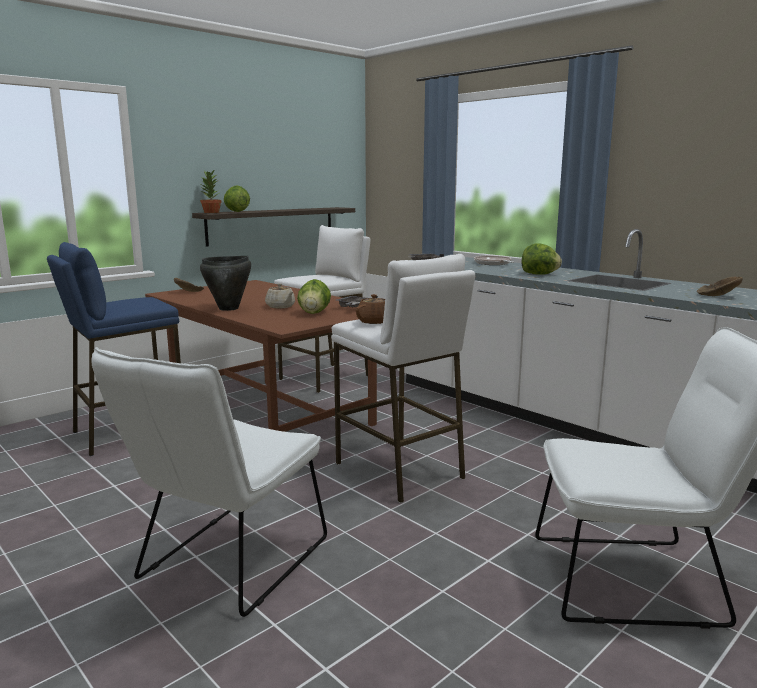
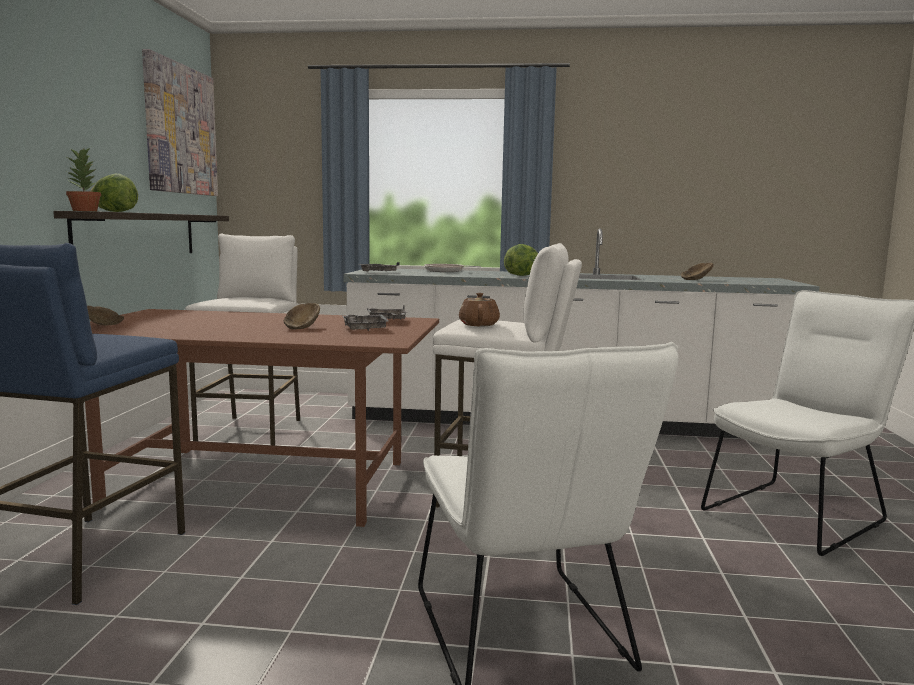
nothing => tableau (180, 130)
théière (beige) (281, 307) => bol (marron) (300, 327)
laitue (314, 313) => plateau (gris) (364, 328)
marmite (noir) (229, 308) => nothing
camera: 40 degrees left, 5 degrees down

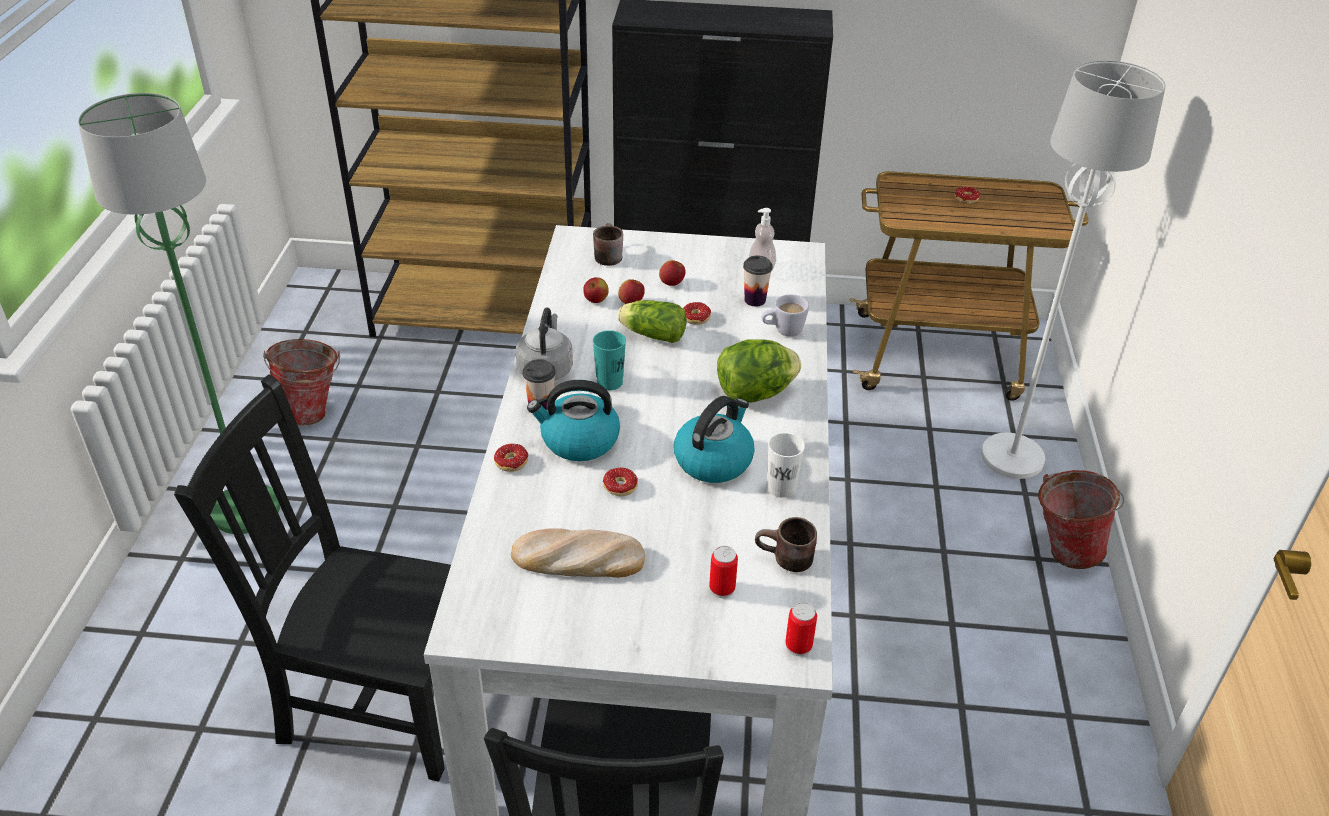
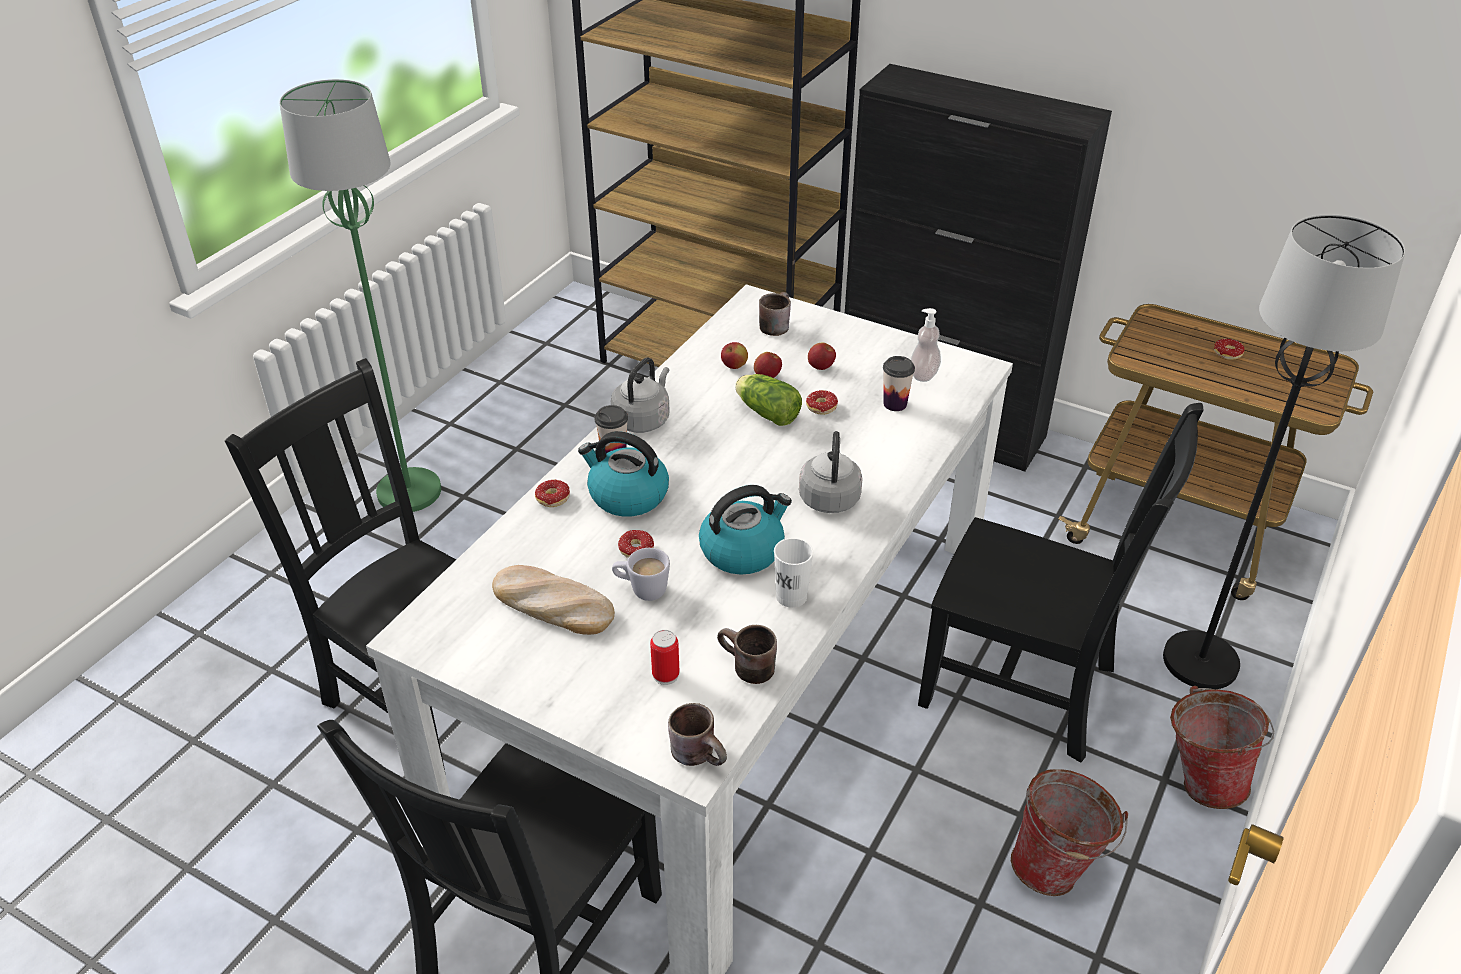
mug (blanc) (782, 331) => mug (blanc) (642, 590), shifted
boîte métallique (798, 646) => mug (marron) (701, 753)
laitue (754, 393) => bouilloire (gris) (829, 497)
nothing => chaise (noir) (1024, 688)
seau (313, 412) => seau (1058, 868), shifted
lampadaire (blanc) (1011, 458) => lampadaire (noir) (1199, 662)
tasse (turquoise) (609, 382) => nothing
camera: 25 degrees right, 0 degrees up

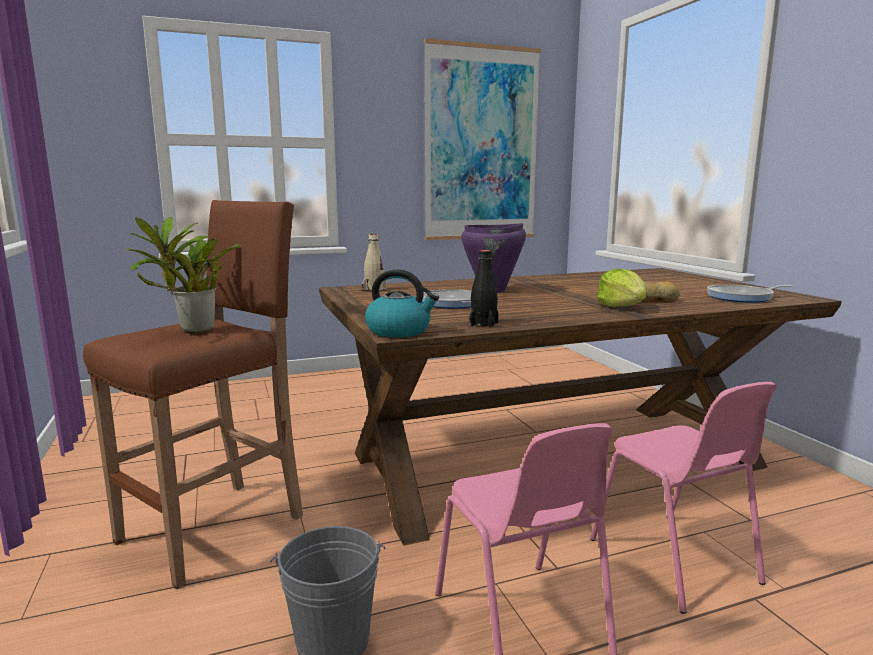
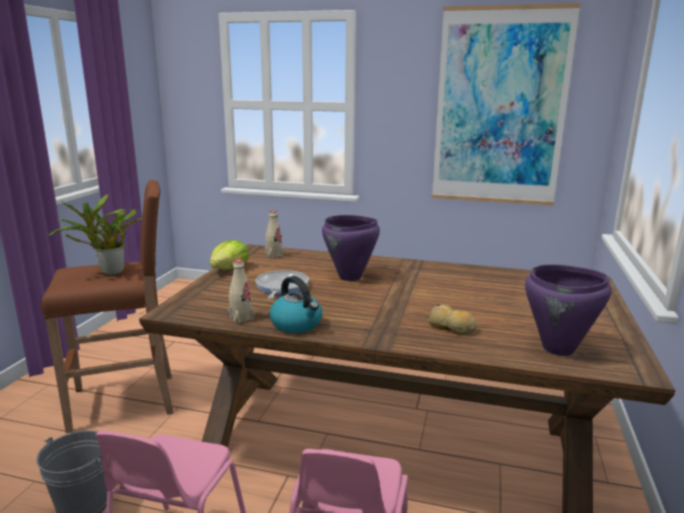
laitue (622, 307) => laitue (229, 269), shifted
bouteille (noir) (483, 324) => bouteille (beige) (241, 318)
bouilloire (399, 331) => bouilloire (297, 324), shifted
poêle (742, 297) => marmite (violet) (558, 349)
camera: 35 degrees right, 5 degrees up

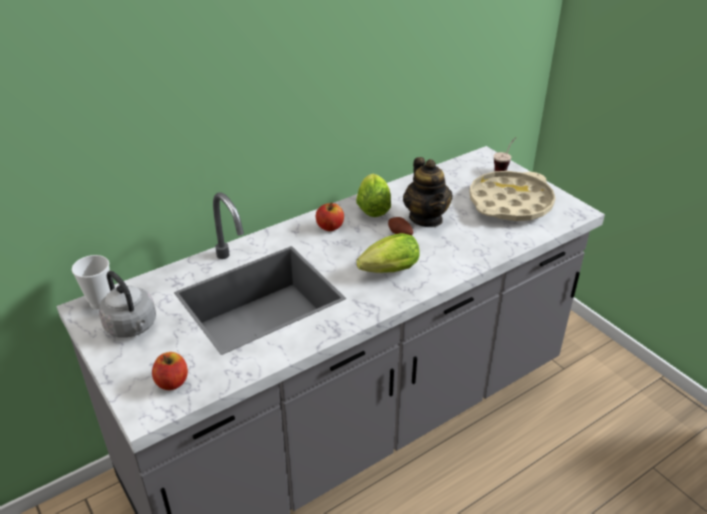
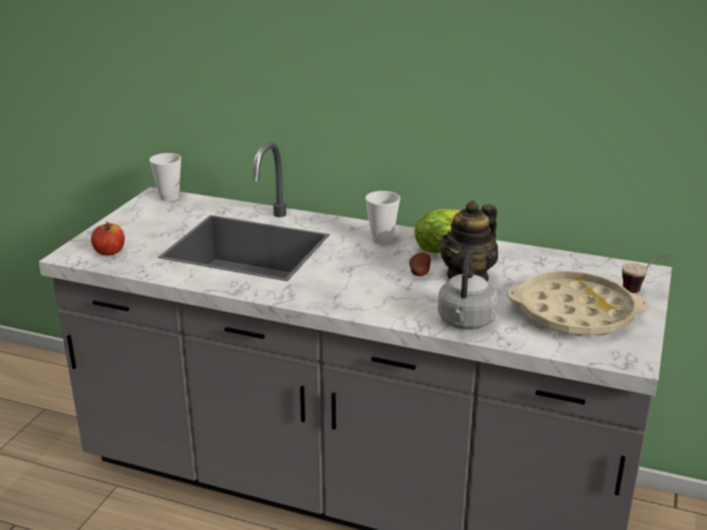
pomme (330, 227) => tasse (382, 239)
bouilloire (gris) (132, 327) => bouilloire (gris) (465, 322), shifted
laitue (386, 272) => nothing
camera: 55 degrees right, 10 degrees down

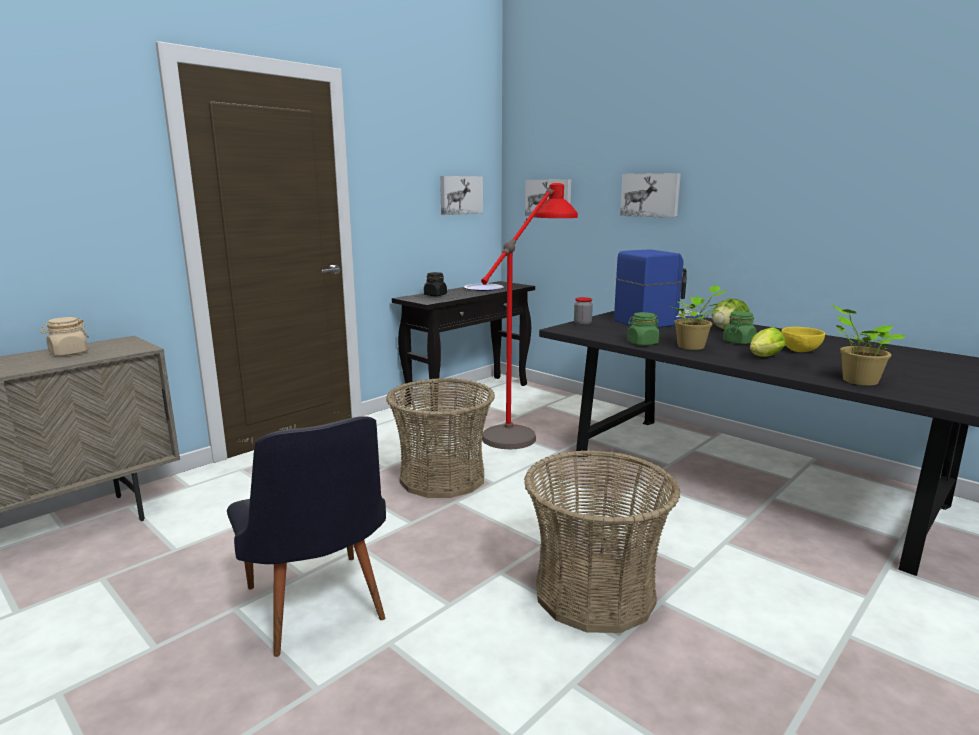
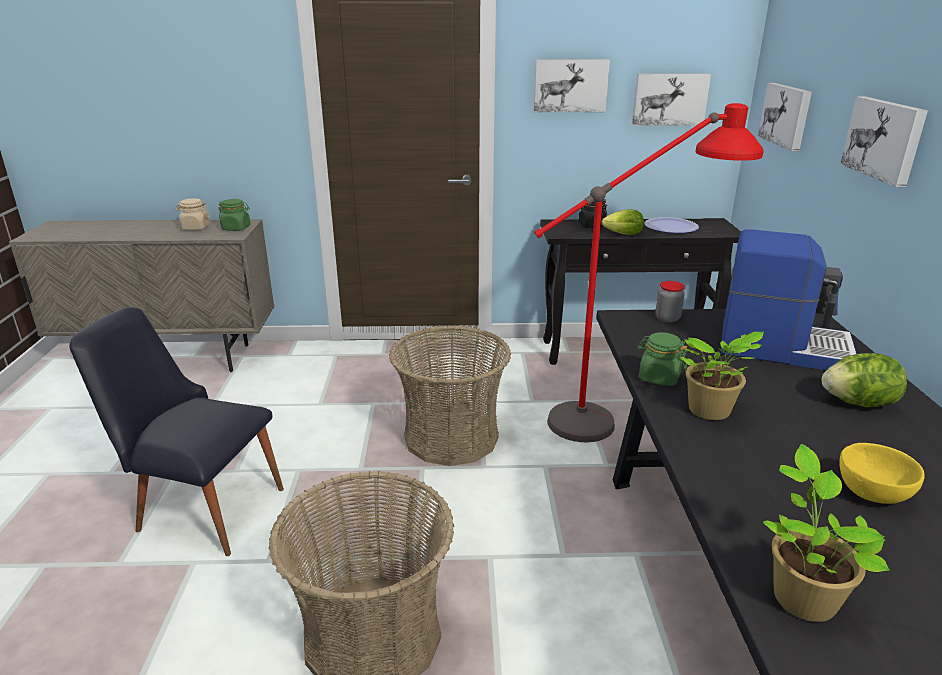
chaise (noir) (317, 612) => chaise (noir) (200, 506), 90 degrees clockwise
bocal (vert) (738, 342) => bocal (vert) (236, 228), shifted
nothing => tableau (570, 85)
laitue (763, 357) => laitue (621, 234), shifted
camera: 45 degrees right, 10 degrees up

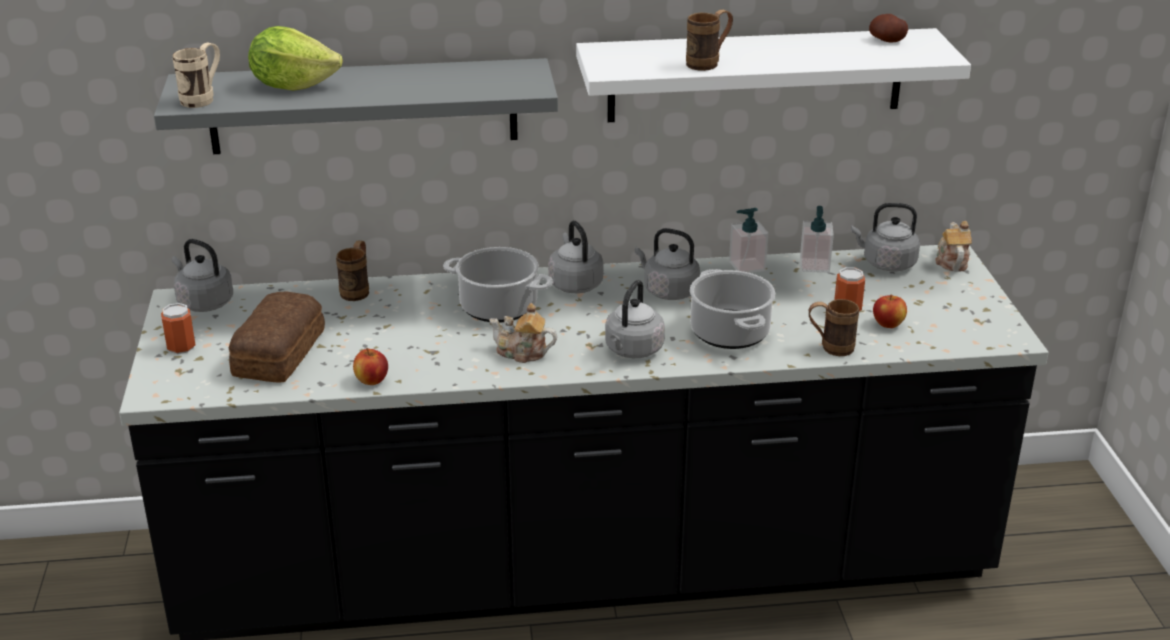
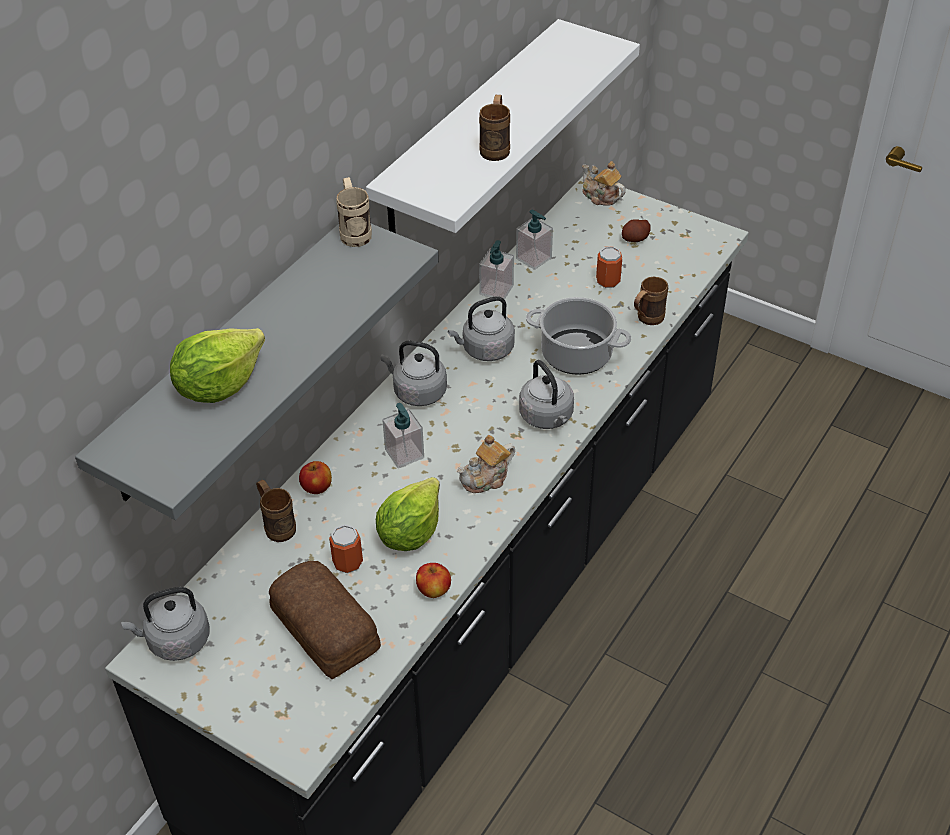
pomme (888, 324) => pomme (317, 488), shifted
boîte métallique (181, 347) => boîte métallique (348, 562), shifted
mug (beige) (203, 99) => mug (beige) (354, 231), shifted
nothing => laitue (410, 532)
marmite (499, 307) => distributeur de savon (404, 454)
pomme de terre (887, 40) => pomme de terre (635, 239), shifted
bouilloire (gris) (886, 263) => nothing
camera: 50 degrees left, 15 degrees up

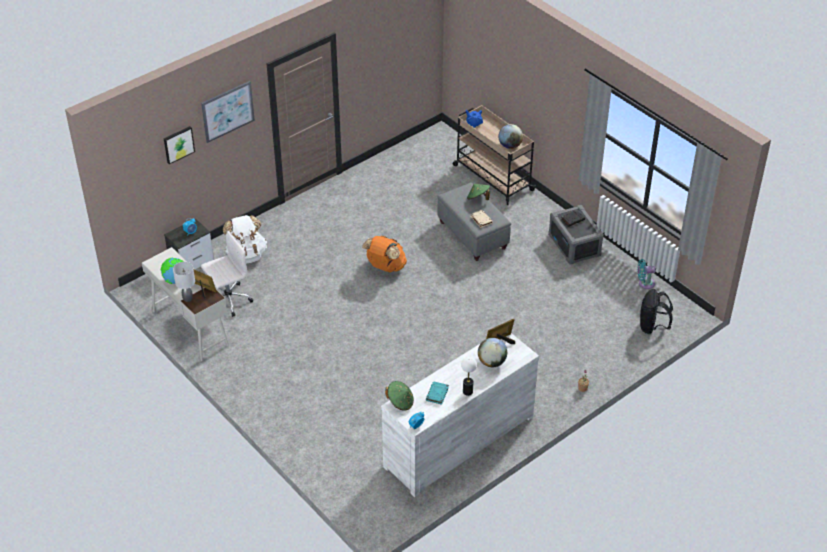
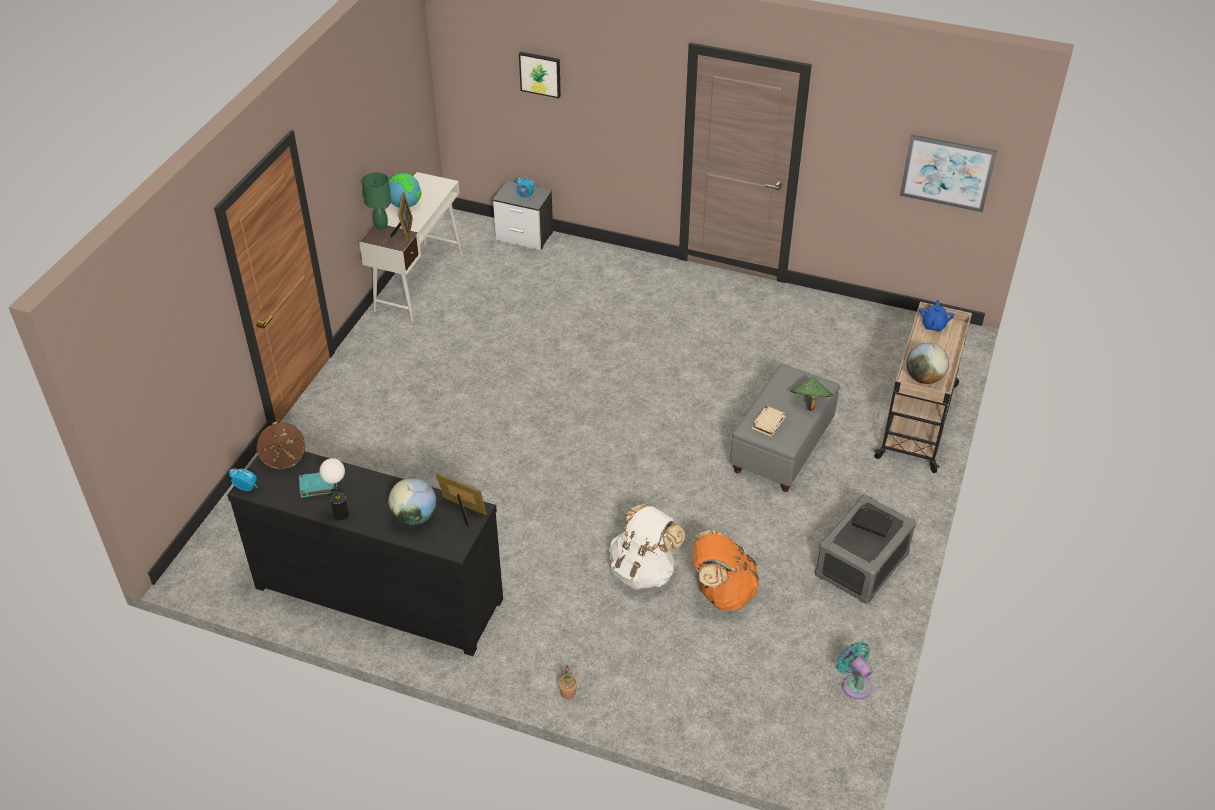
commode (blanc) (458, 441) => commode (noir) (379, 592)
chapeau (vert) (400, 402) => chapeau (marron) (283, 456)
lampe de table (gris) (188, 299) => lampe de table (vert) (381, 226)
sac à dos (blanc) (246, 255) => sac à dos (blanc) (643, 570), shifted
sac à dos (orange) (385, 267) => sac à dos (orange) (722, 592), shifted
tableau (227, 111) => tableau (947, 172), shifted
chaise de bureau (blanc) (228, 300) => nothing
sac à dos (noir) (652, 327) => nothing
camera: 60 degrees right, 0 degrees up

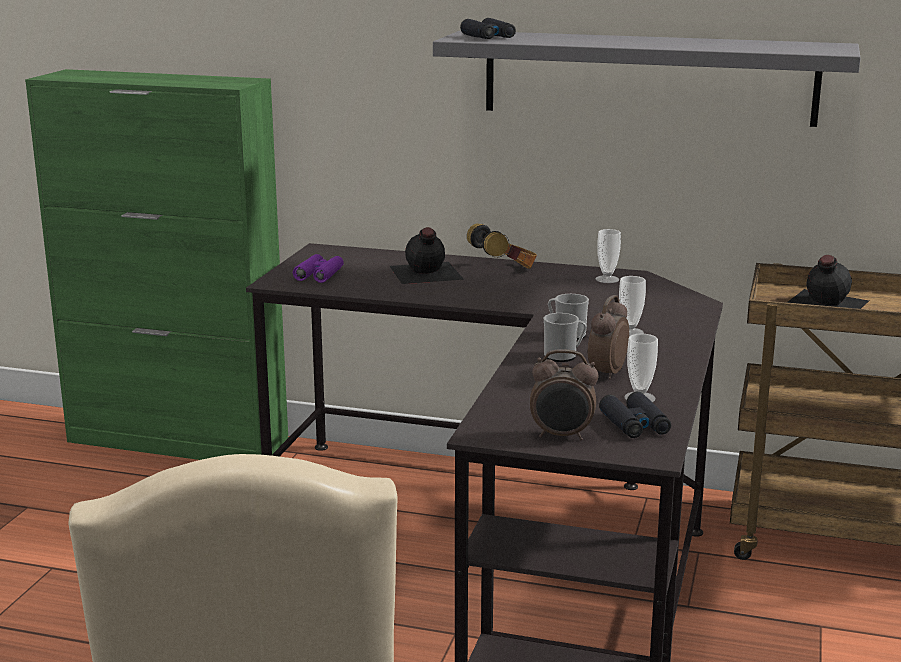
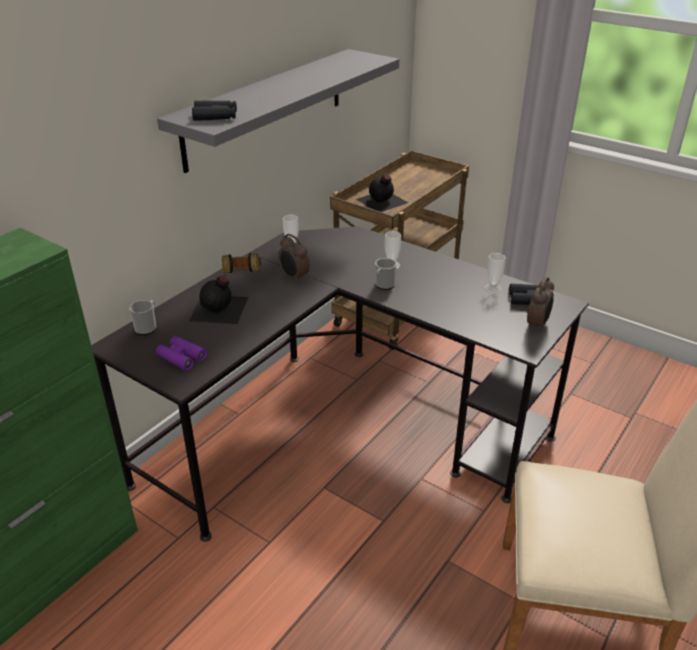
mug (563, 356) => mug (147, 327), shifted
réveil (606, 374) => réveil (294, 278), shifted
camera: 70 degrees left, 15 degrees up

